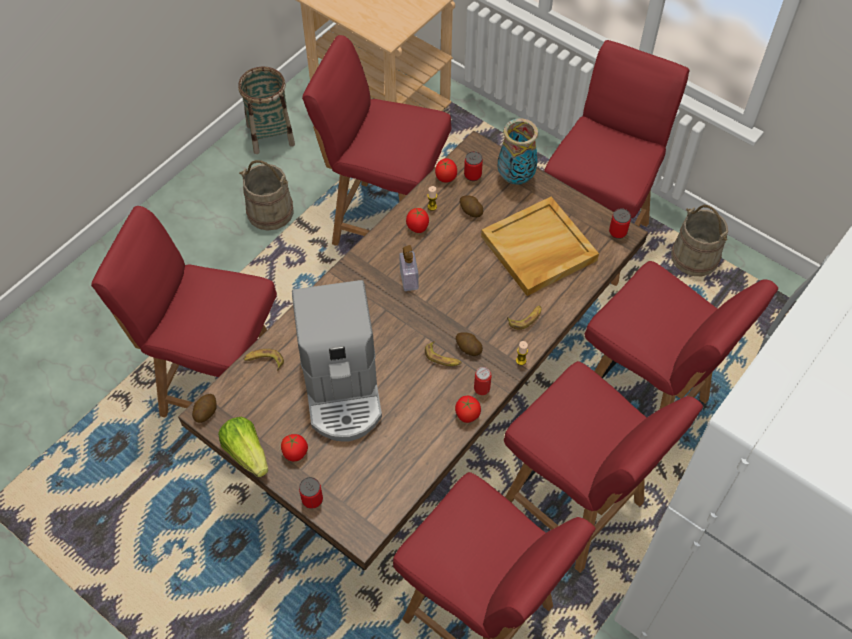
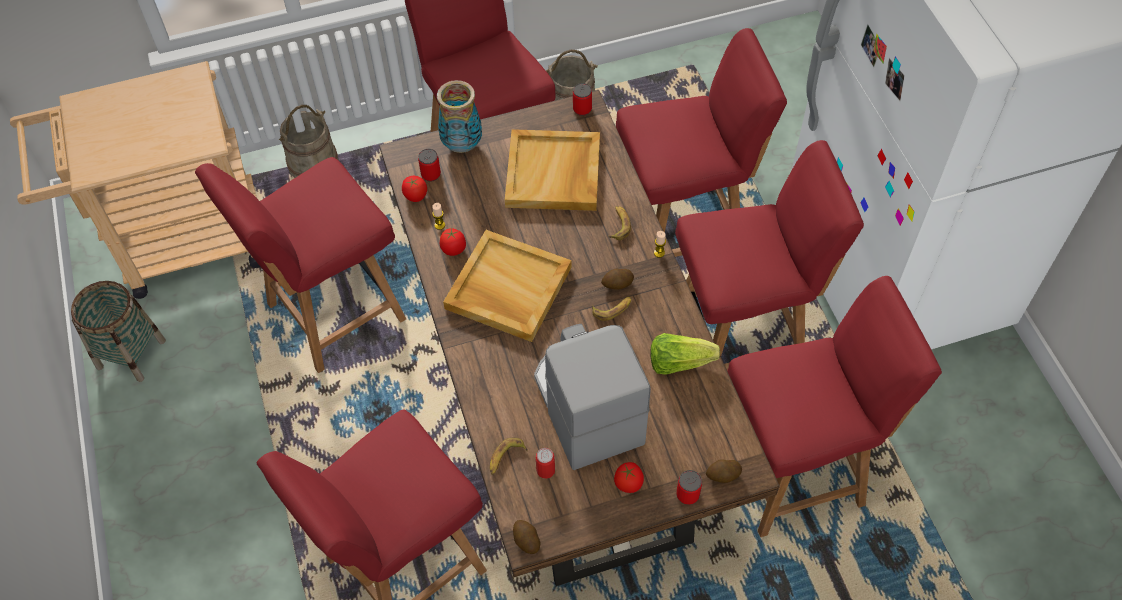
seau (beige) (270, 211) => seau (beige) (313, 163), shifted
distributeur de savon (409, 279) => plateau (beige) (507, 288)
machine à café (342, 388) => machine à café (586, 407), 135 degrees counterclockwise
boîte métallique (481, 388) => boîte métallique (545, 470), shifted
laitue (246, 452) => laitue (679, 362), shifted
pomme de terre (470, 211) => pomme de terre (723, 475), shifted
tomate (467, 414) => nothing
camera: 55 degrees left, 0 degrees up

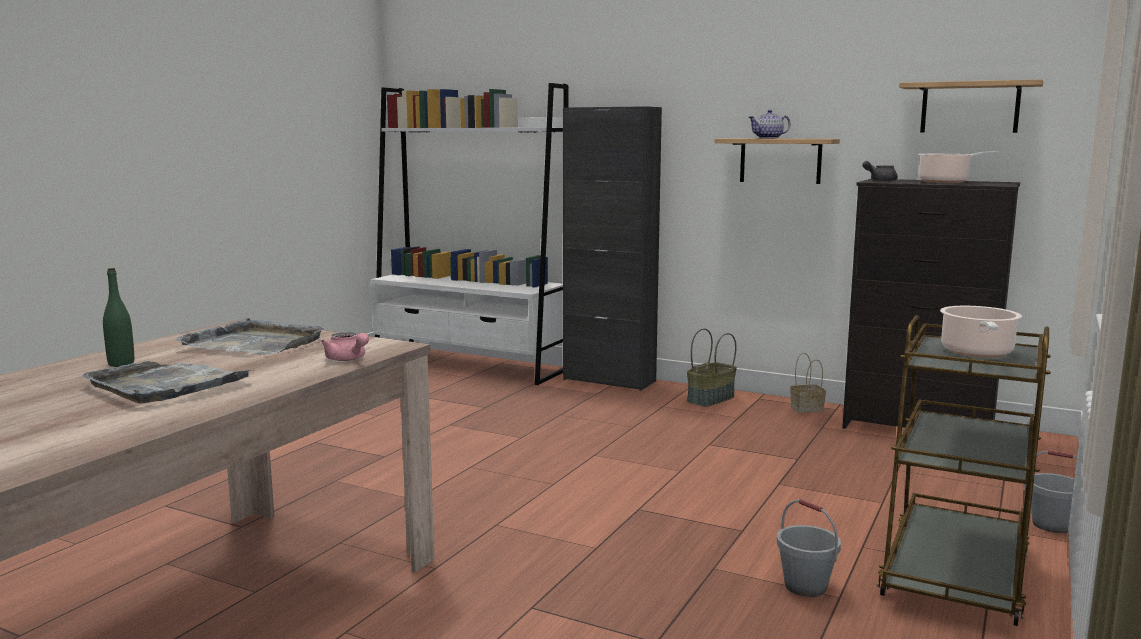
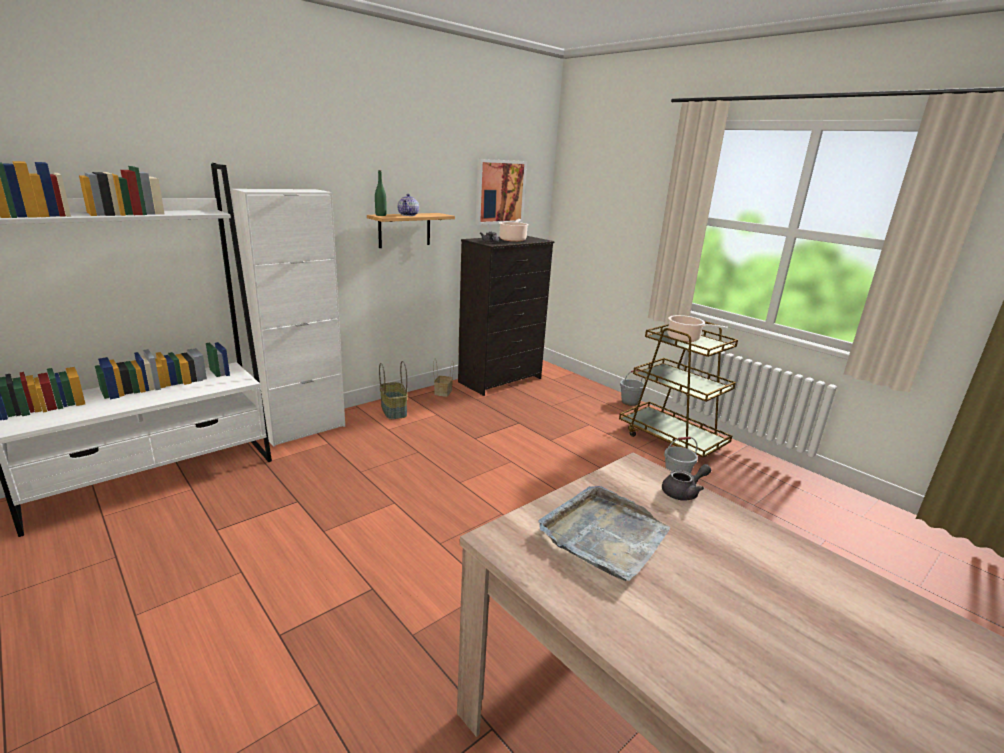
meuble de rangement (noir) (609, 380) => meuble de rangement (blanc) (304, 429)
bouteille (vert) (121, 364) => bouteille (vert) (381, 215), shifted
étagère (969, 107) => tableau (500, 192)
théière (rose) (347, 359) => théière (gris) (684, 492)
plateau (gris) (166, 385) => nothing
camera: 70 degrees left, 10 degrees up

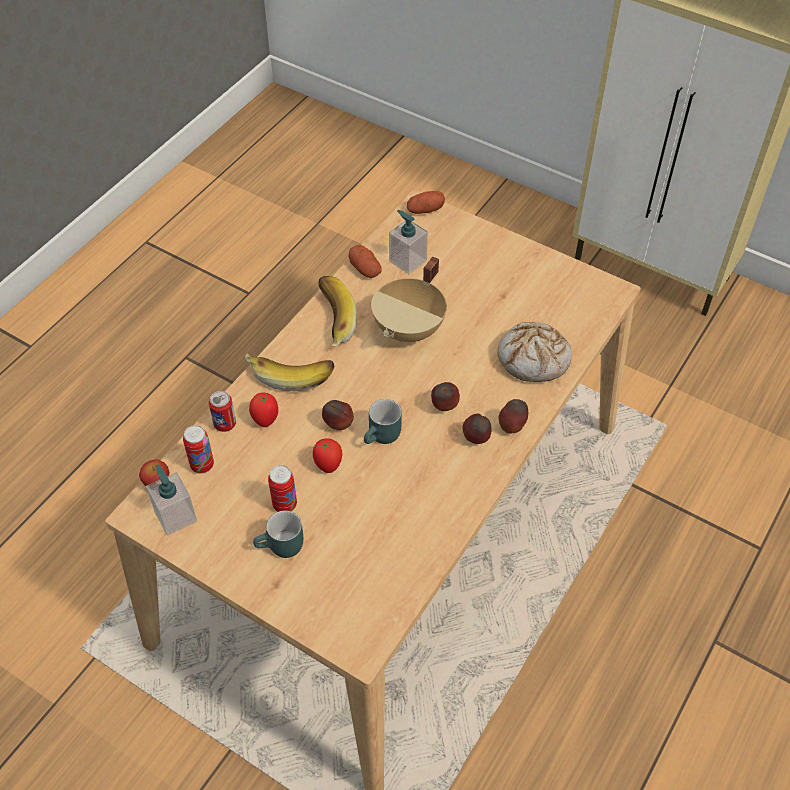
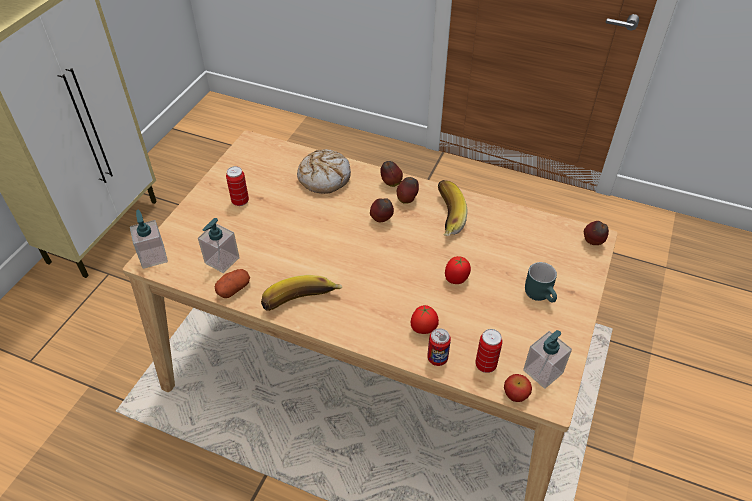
pomme de terre (425, 210) => distributeur de savon (153, 256)
boîte métallique (284, 504) => boîte métallique (240, 201), shifted
banane (292, 373) => banane (444, 216), shifted
pomme (338, 425) => pomme (593, 243), shifted
mug (turquoise) (383, 437) => nothing
marmite (beige) (410, 330) => nothing
camera: 100 degrees left, 5 degrees down

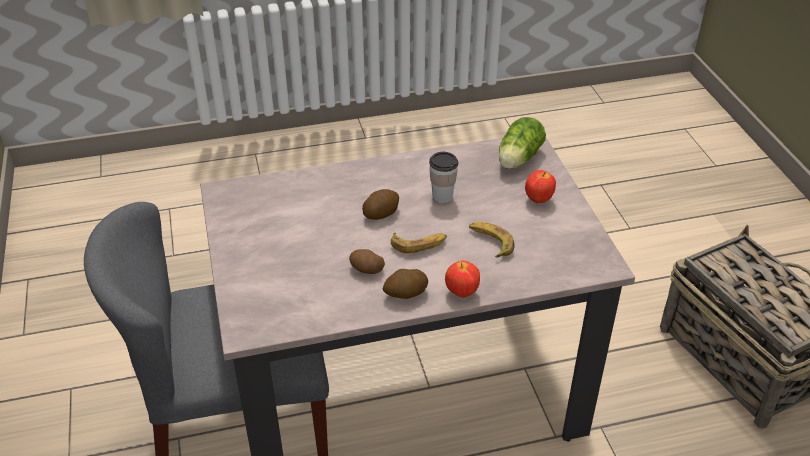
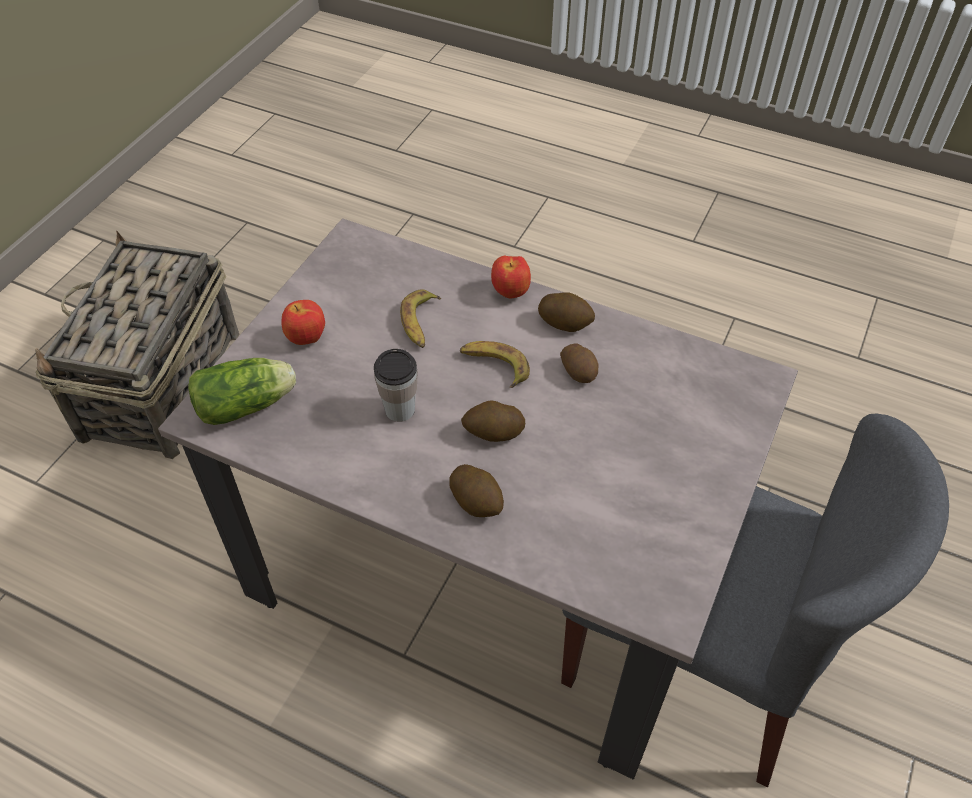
nothing => pomme de terre (477, 501)
camera: 140 degrees left, 10 degrees up

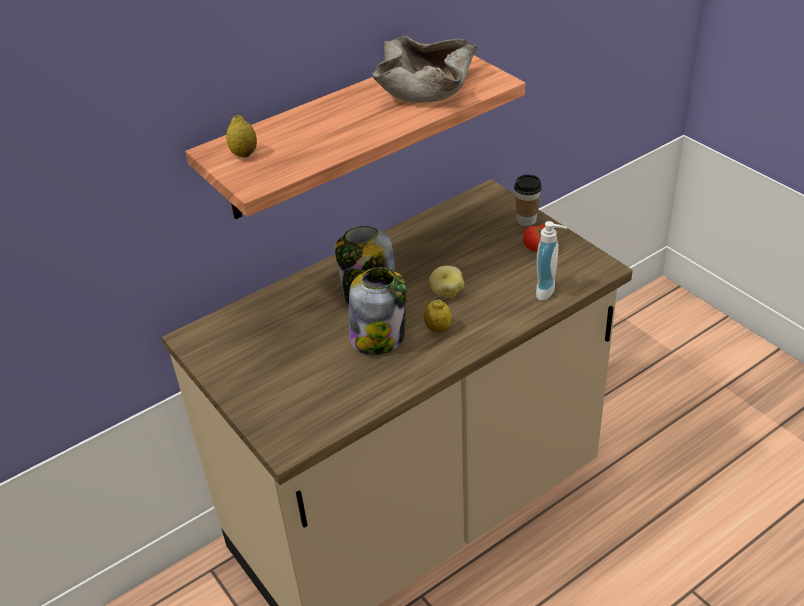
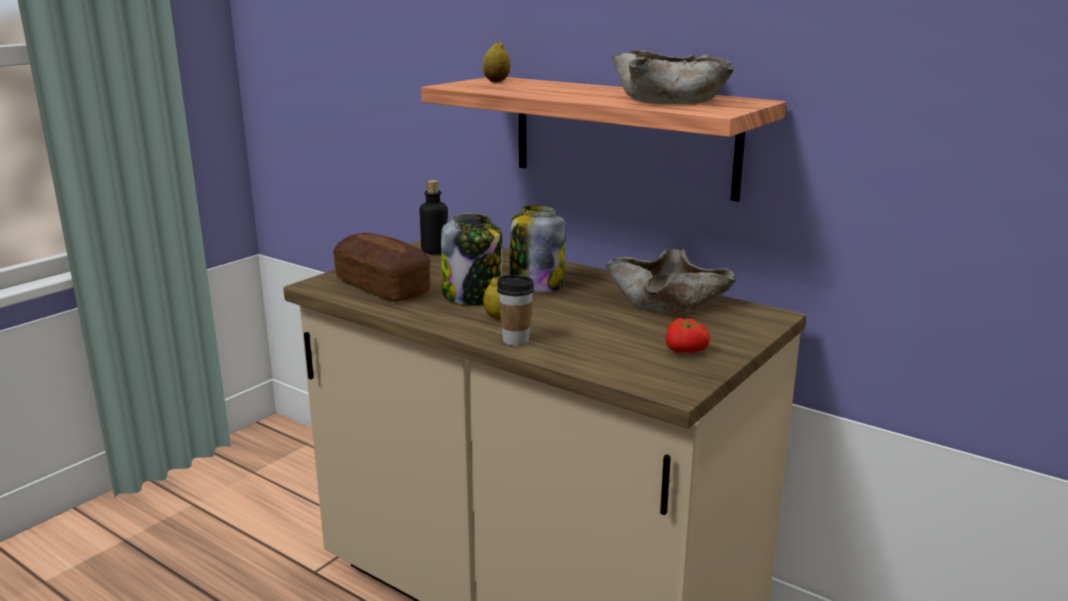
nothing => pain (382, 287)
nothing => bouteille (435, 251)
tasse (526, 220) => tasse (516, 340), shifted
nothing => bol (beige) (668, 301)
pomme de terre (446, 292) => nothing
distributeur de savon (549, 291) => nothing
camera: 70 degrees right, 20 degrees down

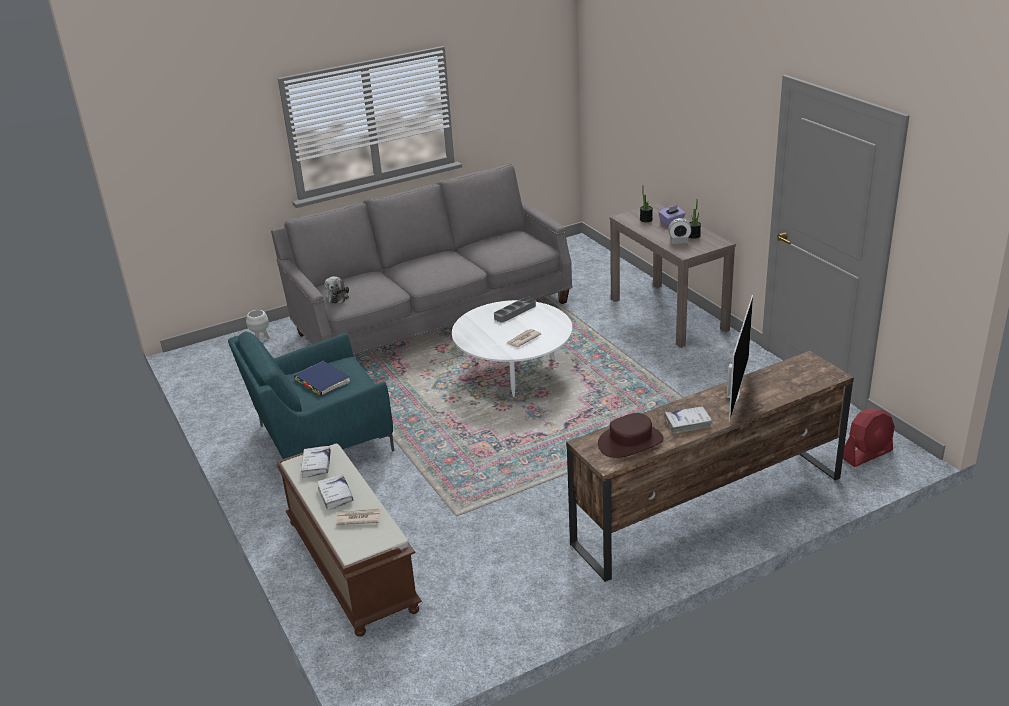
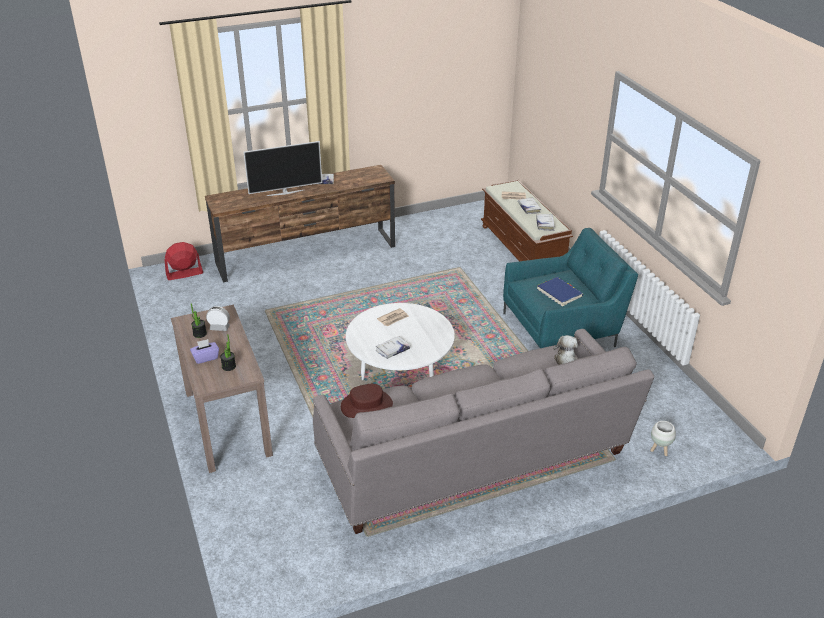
téléviseur (733, 396) => téléviseur (285, 192), 135 degrees counterclockwise
chapeau (marron) (630, 442) => chapeau (marron) (366, 405), shifted
plateau (gris) (515, 312) => livre (blanc) (392, 350)
camera: 175 degrees left, 5 degrees up

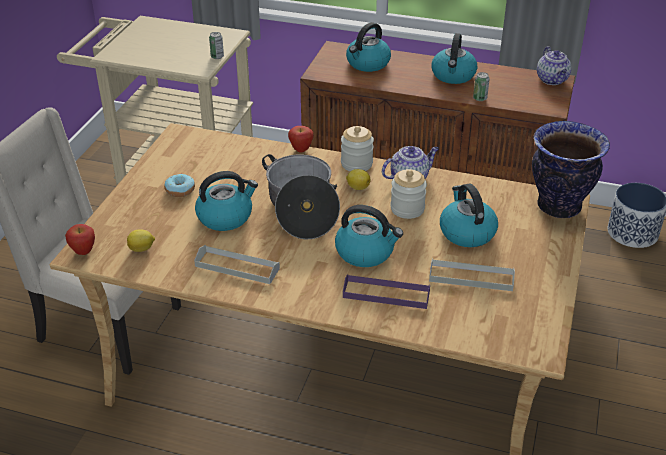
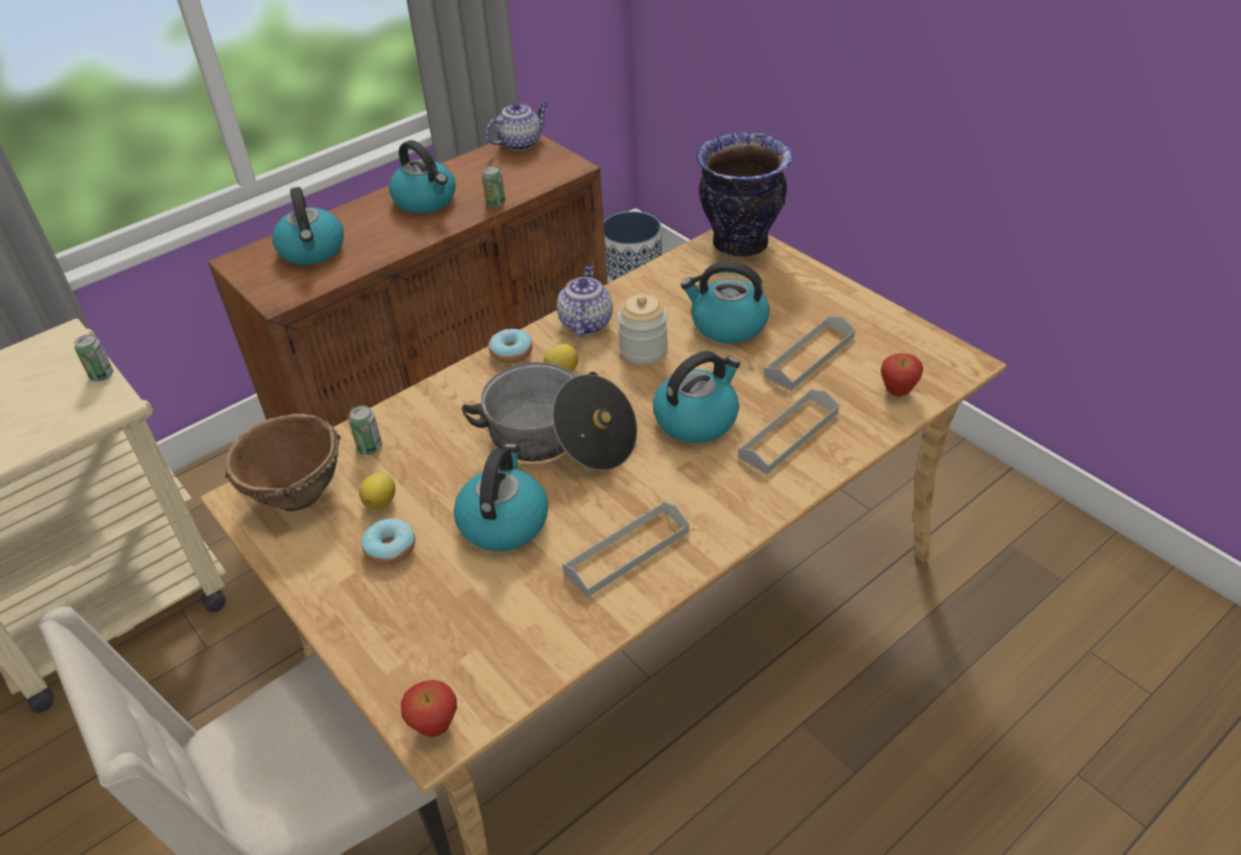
nothing => bol (marron) (296, 493)
nothing => boîte métallique (370, 448)
citron (142, 249) => citron (381, 502), shifted
théière (552, 80) => théière (520, 143), 60 degrees counterclockwise
bocal (356, 164) => beignet (511, 352)
plateau (violet) (386, 294) => plateau (gris) (789, 435)
pomme (301, 150) => pomme (897, 392), shifted
camera: 55 degrees left, 5 degrees up

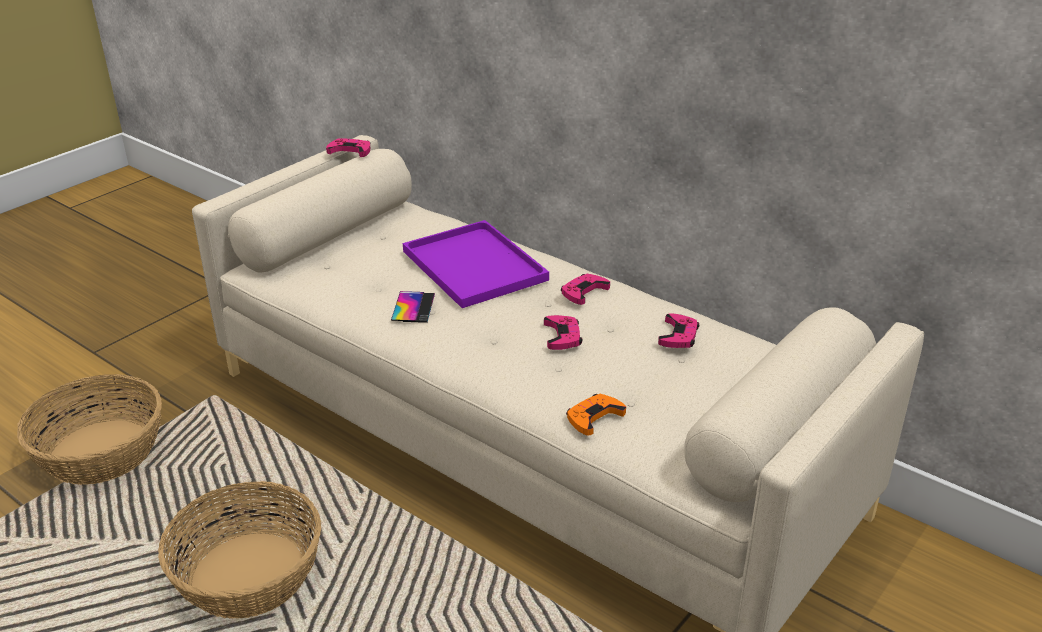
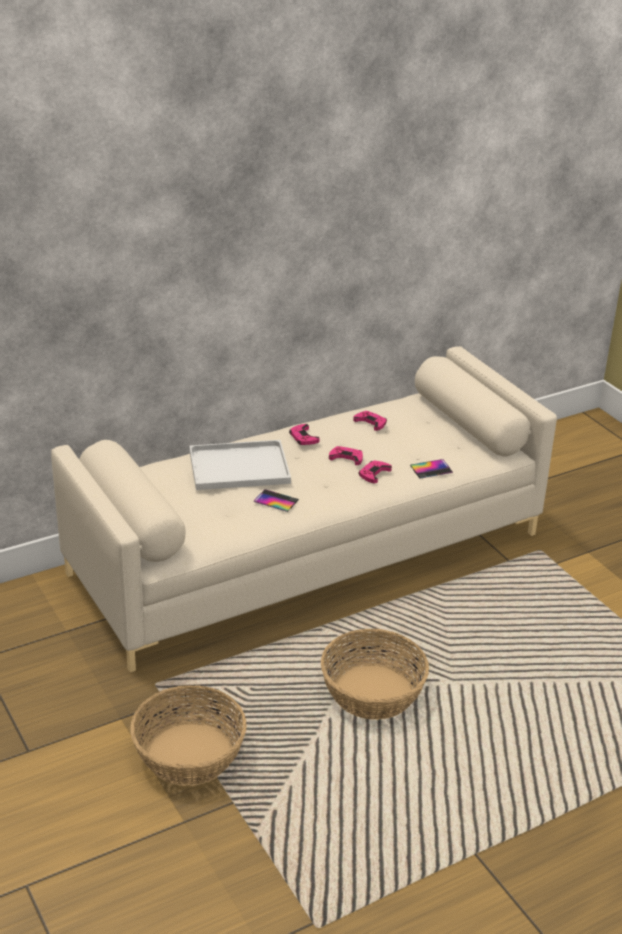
plateau (violet) (477, 266) => plateau (blanc) (241, 466)
manette (rose) (350, 151) => manette (rose) (374, 474), shifted
manette (orange) (594, 417) => téléphone (431, 469)
camera: 70 degrees left, 0 degrees up

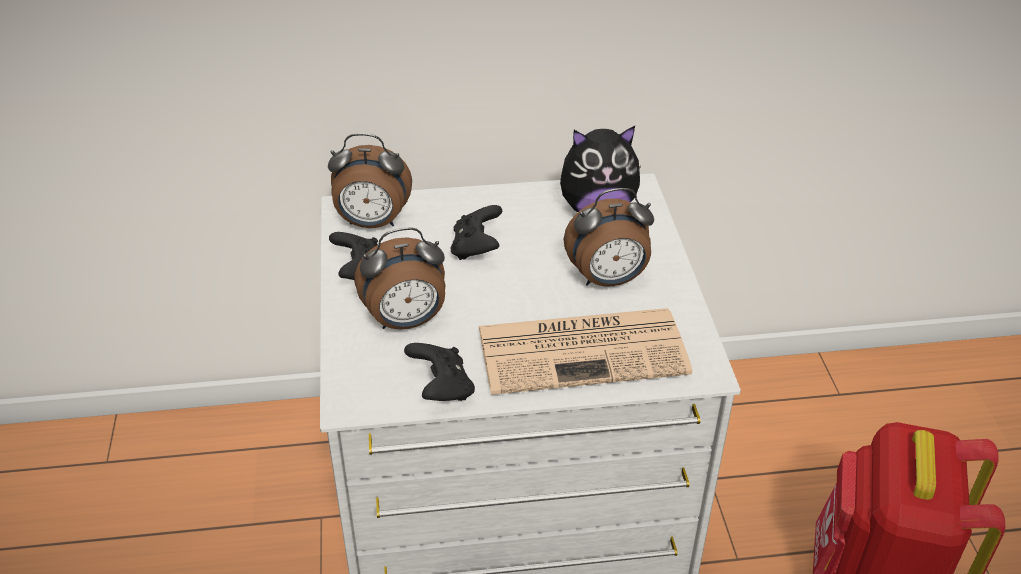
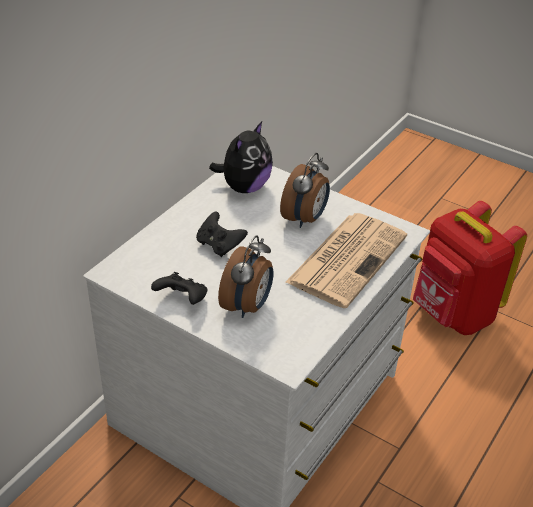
réveil (372, 223) => nothing
manette (noir) (441, 389) => nothing
camera: 50 degrees left, 0 degrees up

